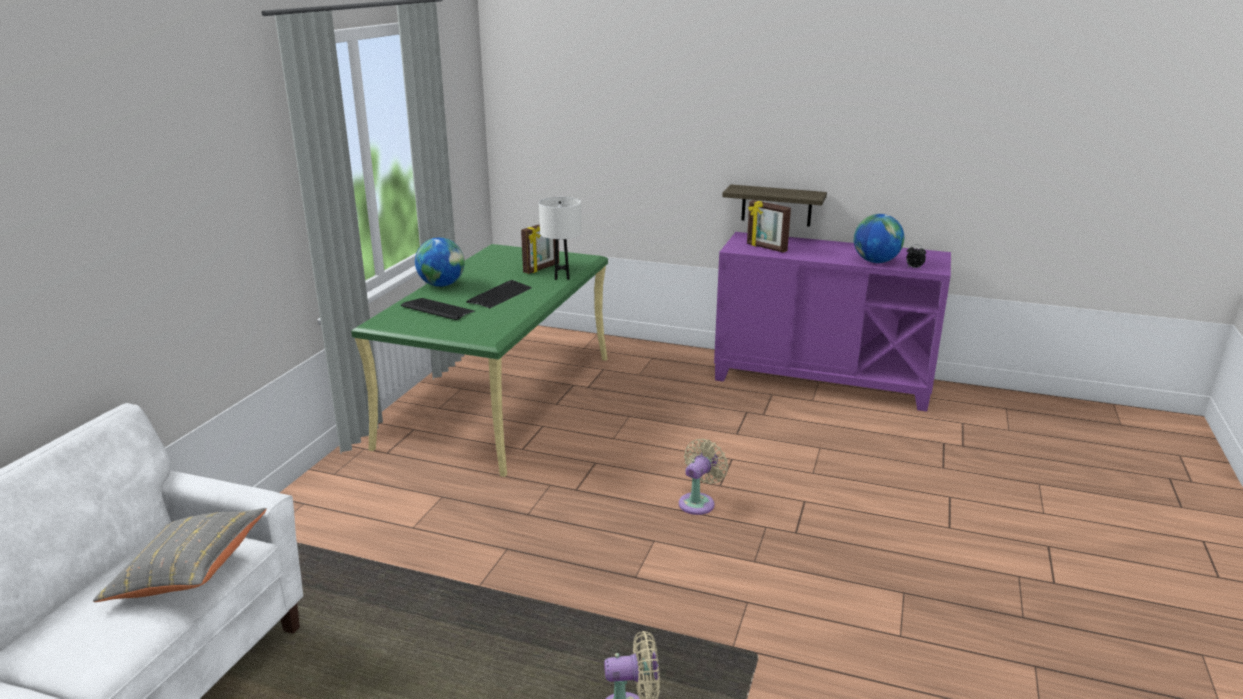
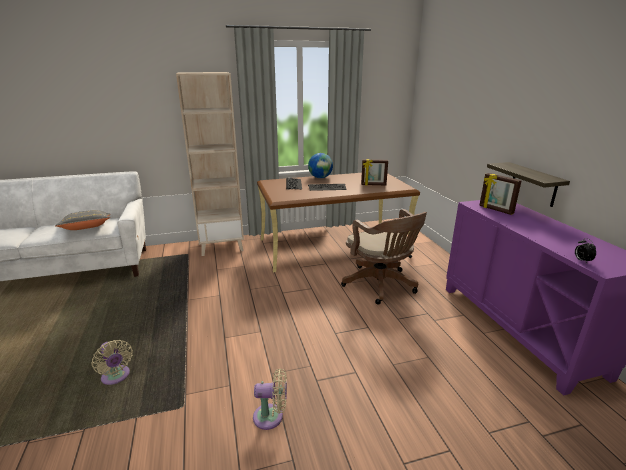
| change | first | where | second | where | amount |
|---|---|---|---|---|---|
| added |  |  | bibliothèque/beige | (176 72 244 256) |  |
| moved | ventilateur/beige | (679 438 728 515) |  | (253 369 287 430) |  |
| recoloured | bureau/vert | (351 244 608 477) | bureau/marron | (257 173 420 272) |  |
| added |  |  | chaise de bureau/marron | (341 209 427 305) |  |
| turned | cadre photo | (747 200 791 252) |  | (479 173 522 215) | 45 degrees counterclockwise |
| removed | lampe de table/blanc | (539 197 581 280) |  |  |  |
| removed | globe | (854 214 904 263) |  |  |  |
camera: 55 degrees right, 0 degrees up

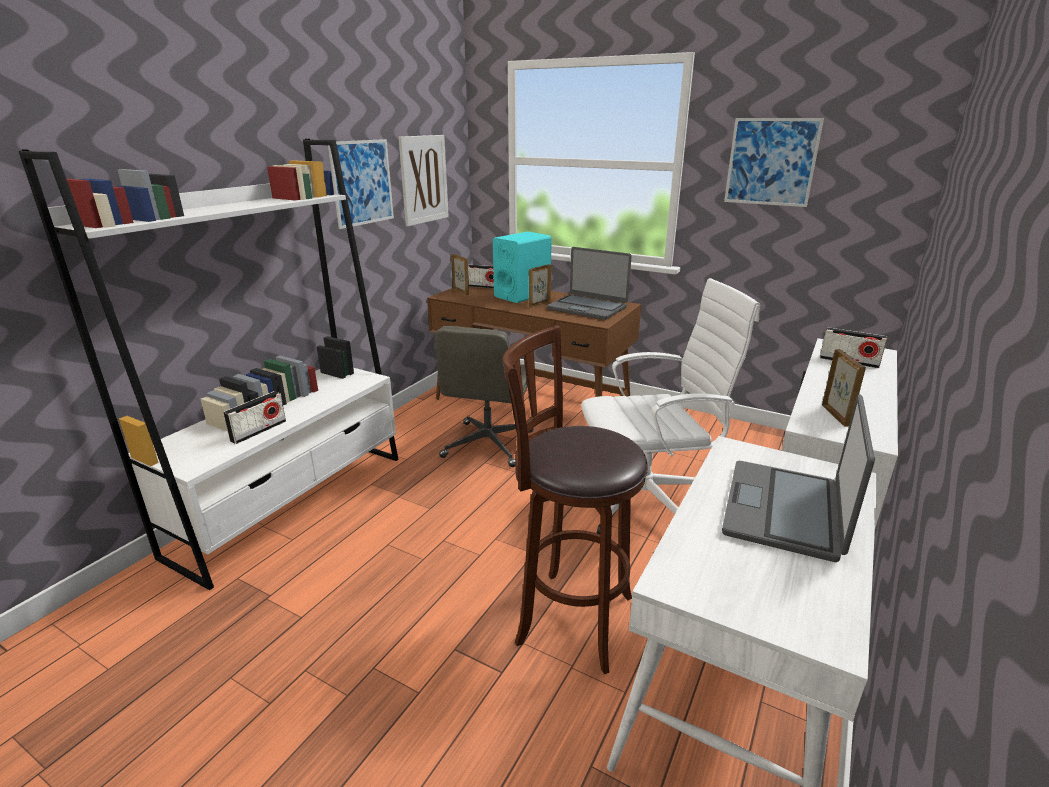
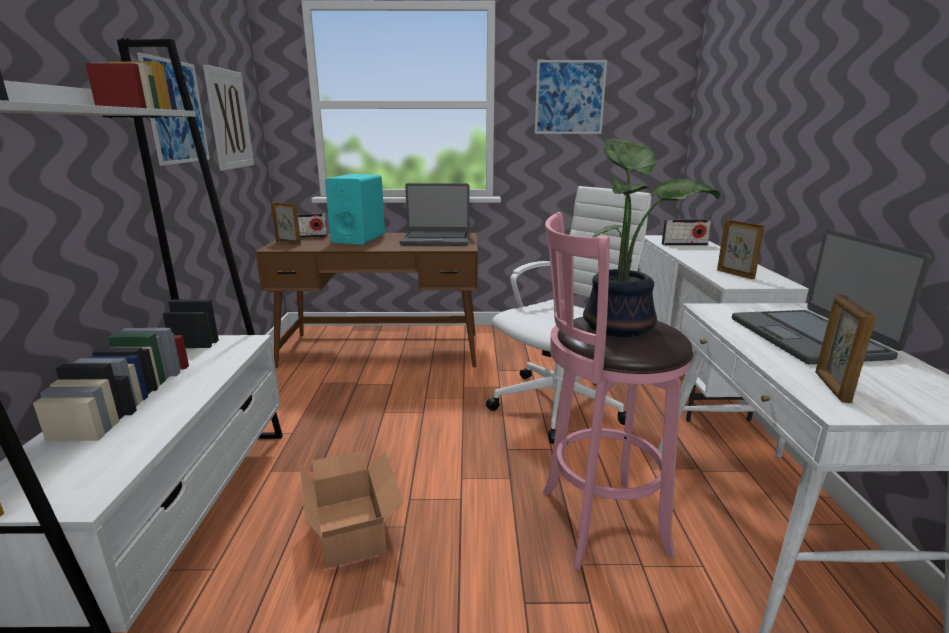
| change | first | where | second | where | amount |
|---|---|---|---|---|---|
| added |  |  | carton | (300 450 404 569) |  |
| recoloured | tabouret/marron | (502 325 648 674) | tabouret/rose | (543 212 693 570) |  |
| added |  |  | plante en pot | (583 138 721 337) |  |
| moved | cadre photo | (529 264 551 308) |  | (815 295 876 403) |  |
| removed | radio | (223 391 286 444) |  |  |  |
| removed | chaise de bureau/gris | (435 326 533 467) |  |  |  |
camera: 30 degrees left, 5 degrees down

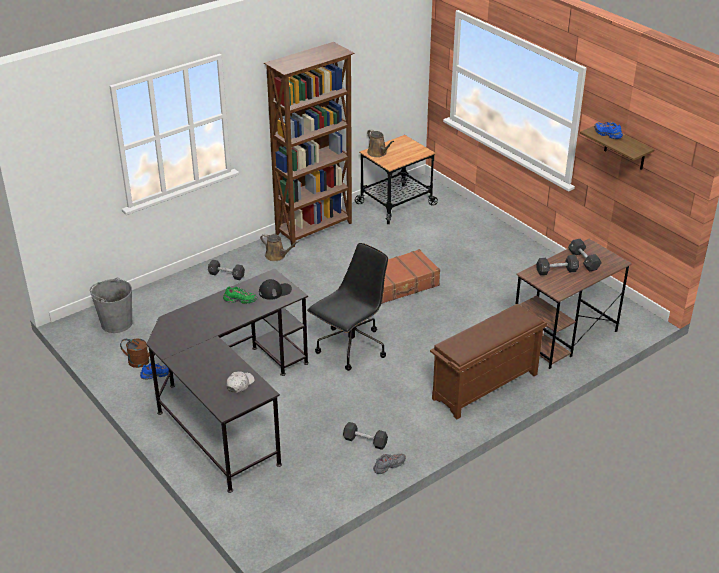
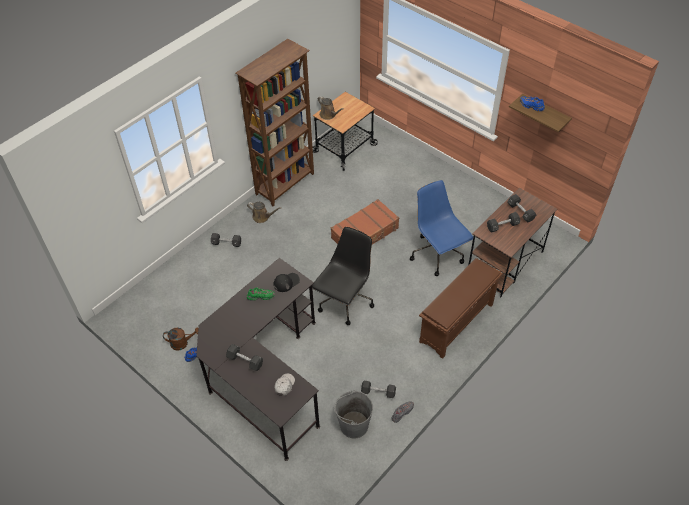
| change | first | where | second | where | amount |
|---|---|---|---|---|---|
| added |  |  | haltère/noir | (226 344 263 371) |  |
| moved | seau/gris | (90 278 133 333) |  | (334 390 373 438) |  |
| added |  |  | chaise de bureau/bleu | (410 180 473 276) |  |
camera: 10 degrees left, 15 degrees up

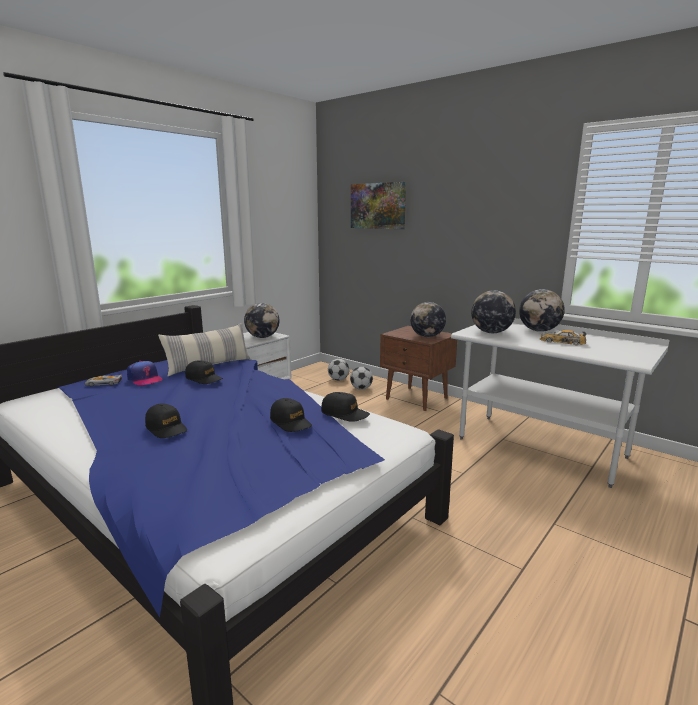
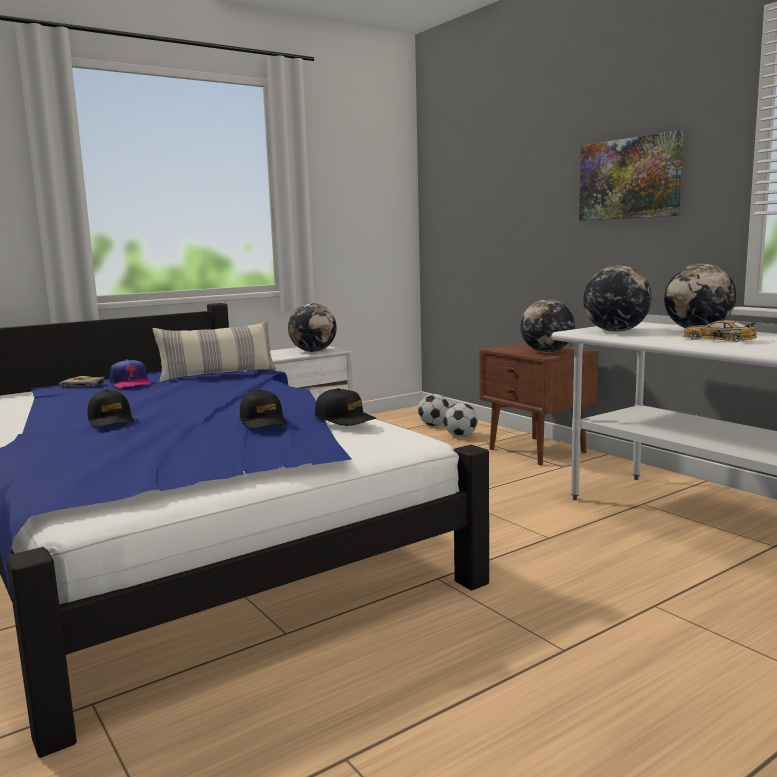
| change | first | where | second | where | amount |
|---|---|---|---|---|---|
| moved | tableau | (351 182 406 229) |  | (579 130 684 221) |  |
| removed | casquette/noir | (185 360 223 384) |  |  |  |
camera: 15 degrees right, 5 degrees down

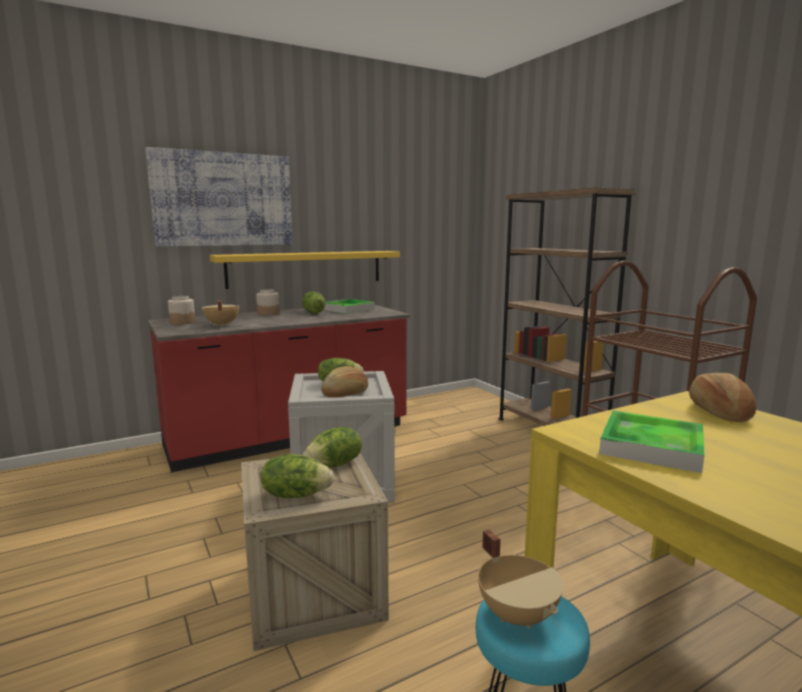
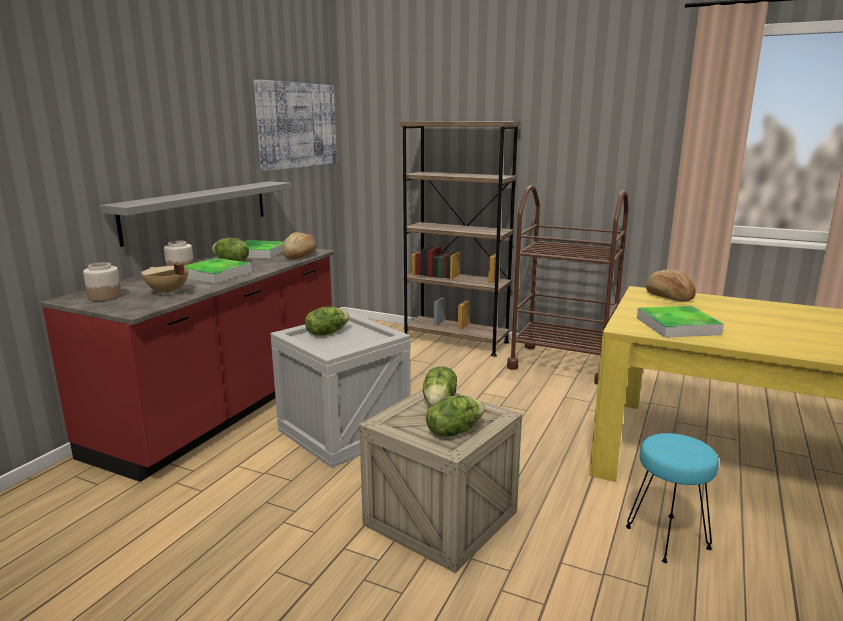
| change | first | where | second | where | amount |
|---|---|---|---|---|---|
| recoloured | étagère/jaune | (210 251 400 289) | étagère/gris | (99 181 291 247) |  |
| added |  |  | plateau | (184 258 252 283) |  |
| moved | tableau | (145 147 292 247) |  | (254 80 337 171) |  |
| moved | pain | (321 366 368 397) |  | (282 232 316 259) |  |
| removed | marmite/beige | (478 529 563 629) |  |  |  |
camera: 35 degrees left, 5 degrees up

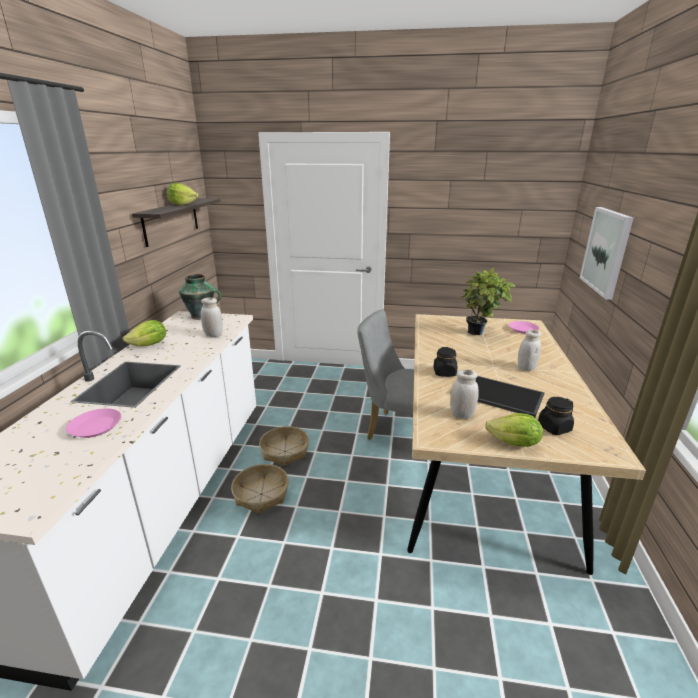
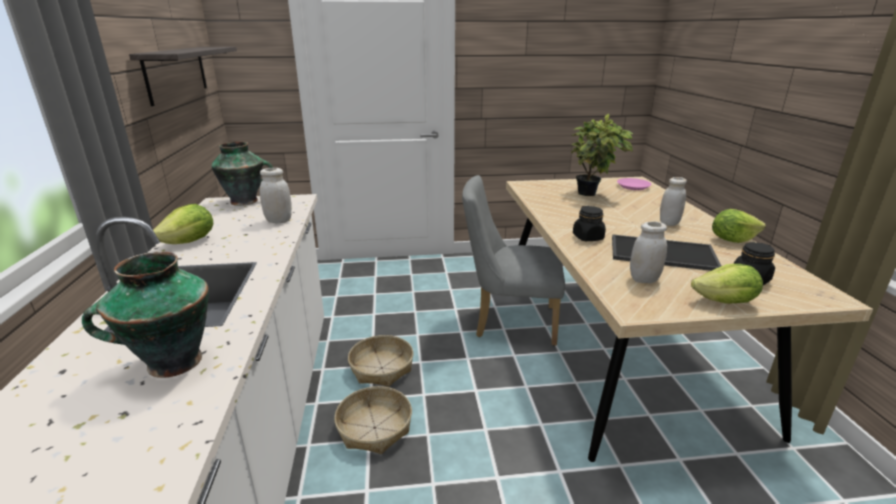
| change | first | where | second | where | amount |
|---|---|---|---|---|---|
| replaced | assiette/rose | (66 408 121 438) | vase | (82 252 209 378) |  |
| moved | laitue | (167 183 198 205) |  | (712 209 766 243) |  |
| removed | tableau | (580 207 633 300) |  |  |  |
camera: 15 degrees left, 0 degrees up

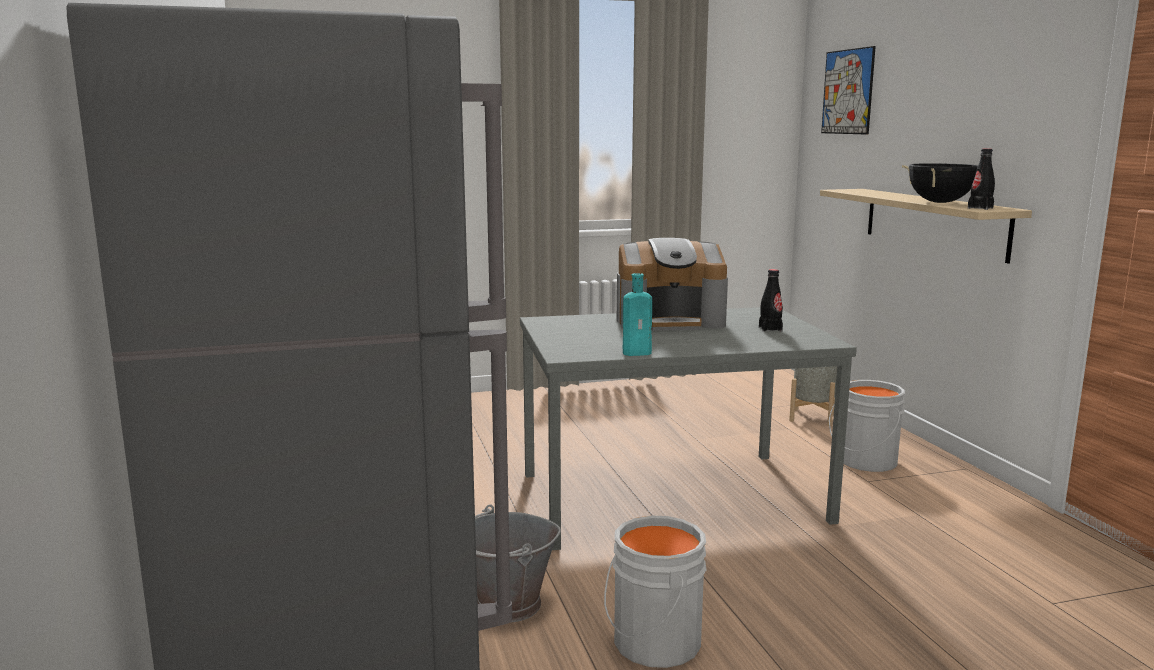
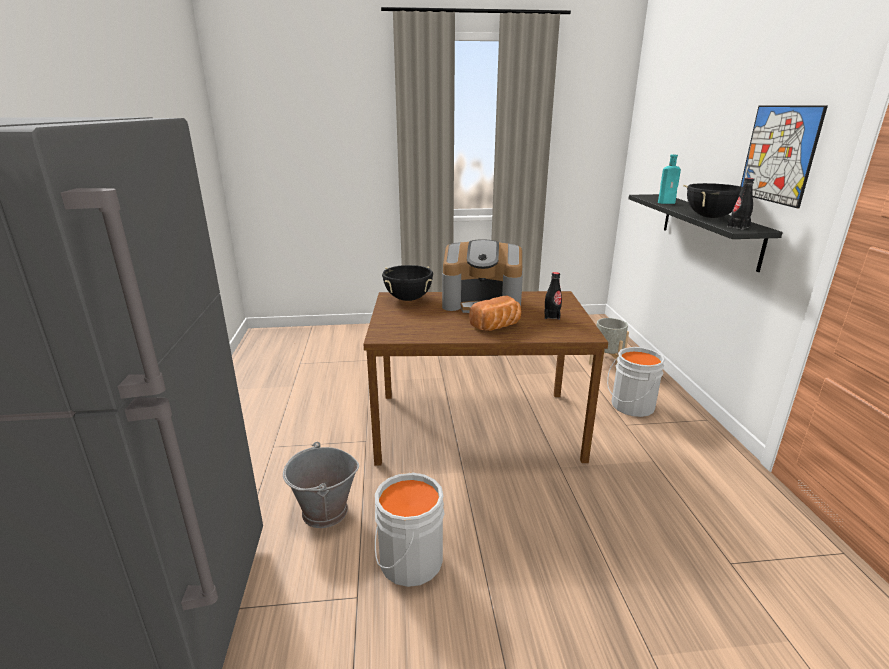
| change | first | where | second | where | amount |
|---|---|---|---|---|---|
| recoloured | table à manger/gris | (520 307 857 550) | table à manger/marron | (363 291 608 466) |  |
| added |  |  | marmite/noir | (382 265 433 301) |  |
| added |  |  | pain | (469 296 521 331) |  |
| recoloured | étagère/beige | (820 189 1032 264) | étagère/noir | (628 194 783 272) |  |
| moved | bouteille/turquoise | (623 273 652 356) |  | (658 155 681 204) |  |
| moved | tableau | (821 46 876 135) |  | (741 105 828 208) |  |
camera: 10 degrees right, 10 degrees up

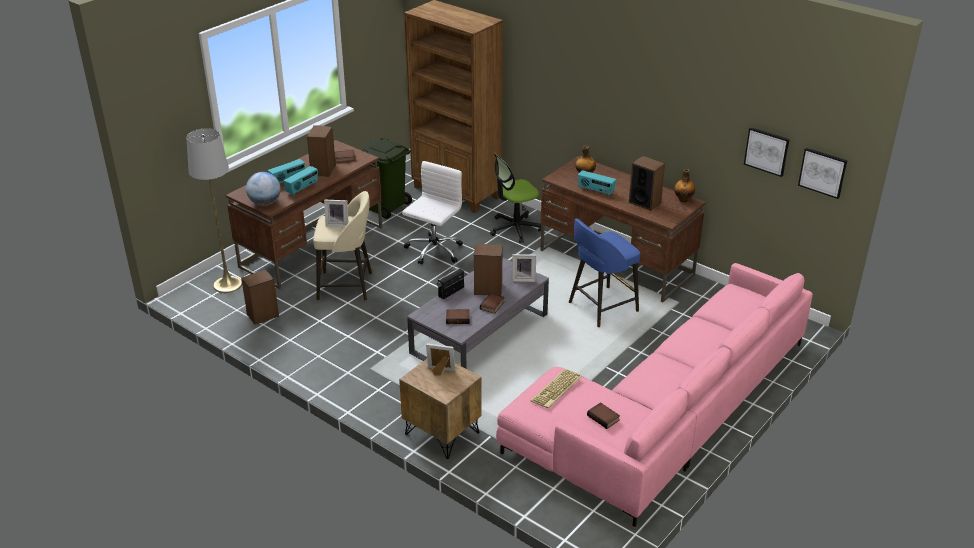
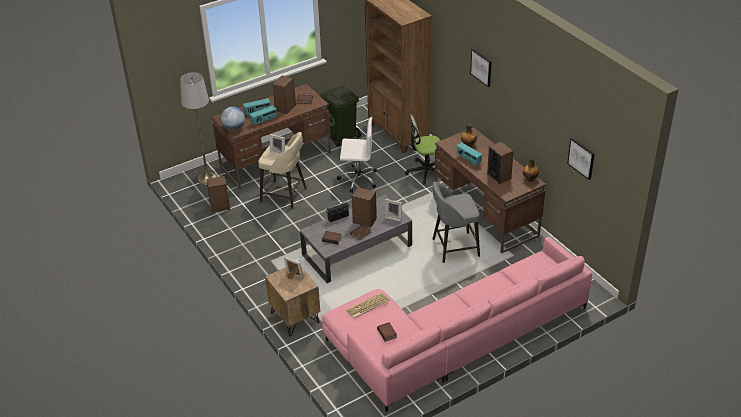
| change | first | where | second | where | amount |
|---|---|---|---|---|---|
| turned | chaise de bureau/blanc | (402 161 463 265) |  | (337 117 377 193) | 45 degrees clockwise |
| recoloured | tabouret/bleu | (569 219 640 327) | tabouret/gris | (433 182 480 263) |  |
| moved | tableau | (798 148 847 199) |  | (470 49 492 87) |  |
camera: 20 degrees right, 5 degrees up

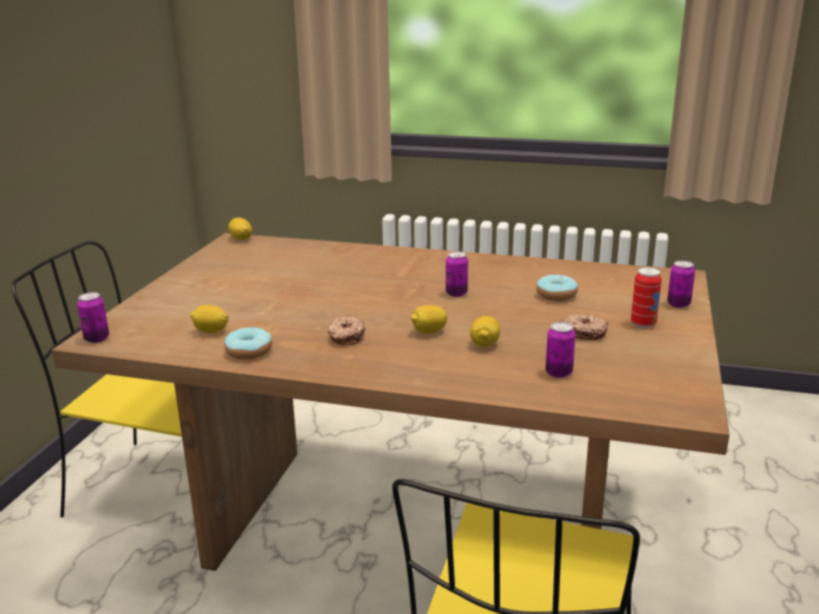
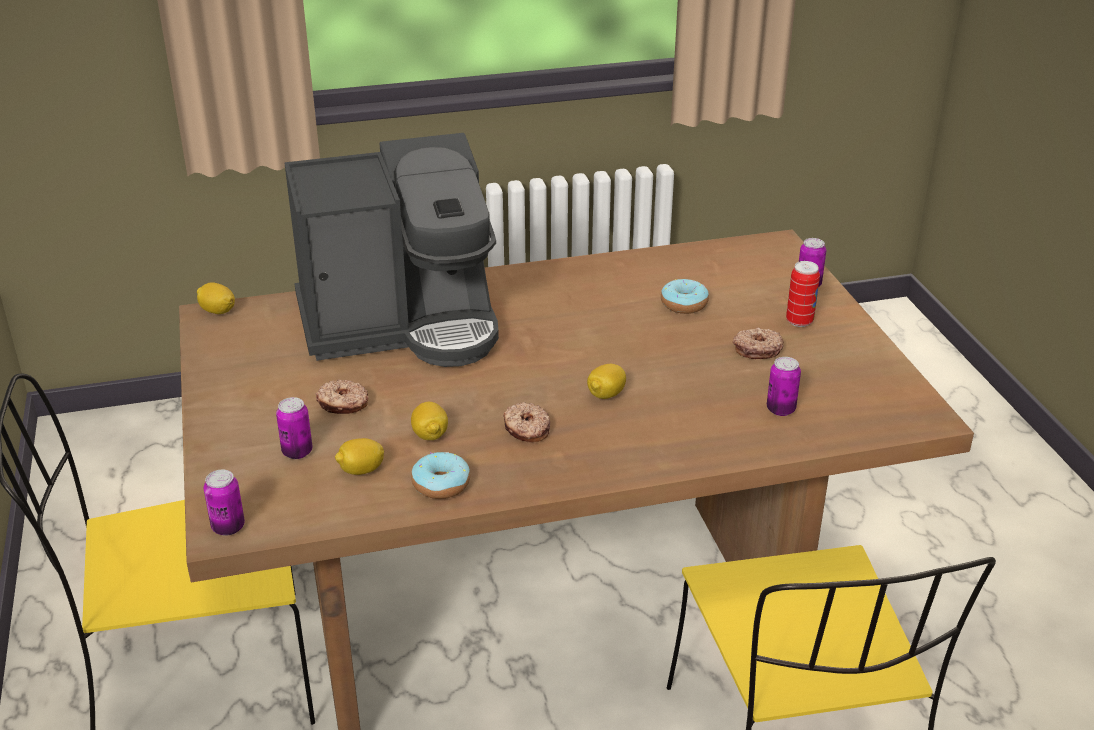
| change | first | where | second | where | amount |
|---|---|---|---|---|---|
| moved | boîte métallique | (446 251 468 297) |  | (276 397 313 459) |  |
| added |  |  | machine à café | (284 133 499 367) |  |
| added |  |  | beignet | (315 379 368 414) |  |
| moved | citron | (470 316 501 347) |  | (411 402 448 440) |  |
camera: 30 degrees left, 10 degrees up

